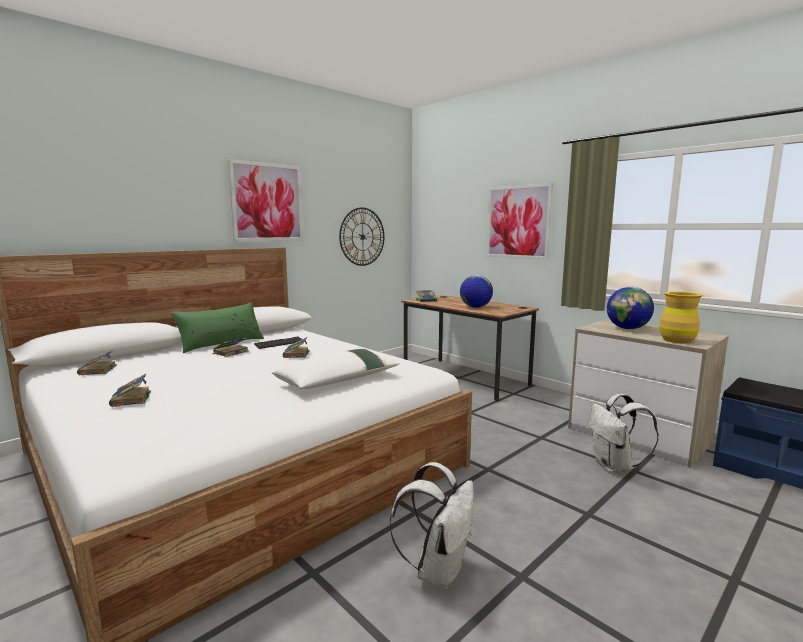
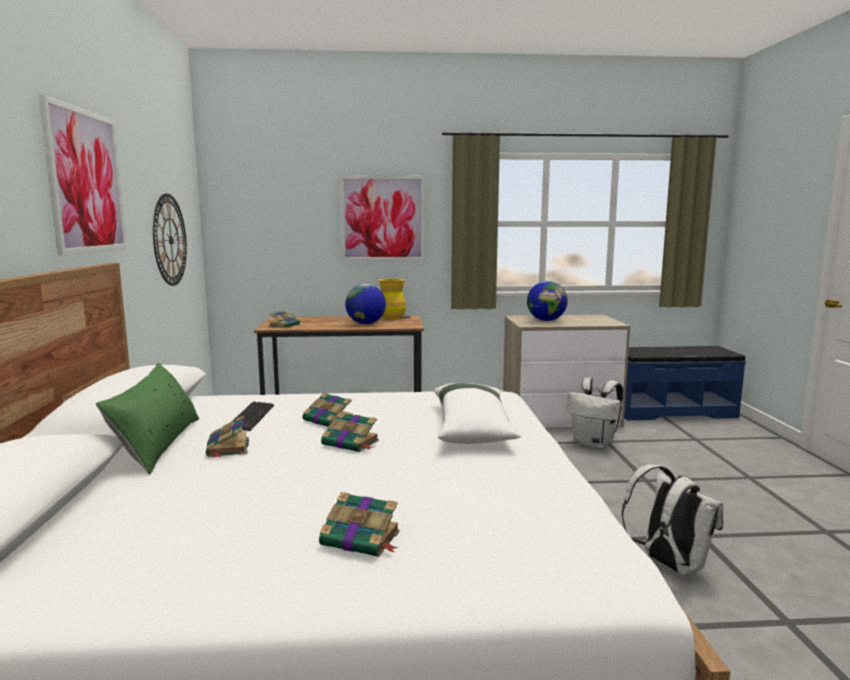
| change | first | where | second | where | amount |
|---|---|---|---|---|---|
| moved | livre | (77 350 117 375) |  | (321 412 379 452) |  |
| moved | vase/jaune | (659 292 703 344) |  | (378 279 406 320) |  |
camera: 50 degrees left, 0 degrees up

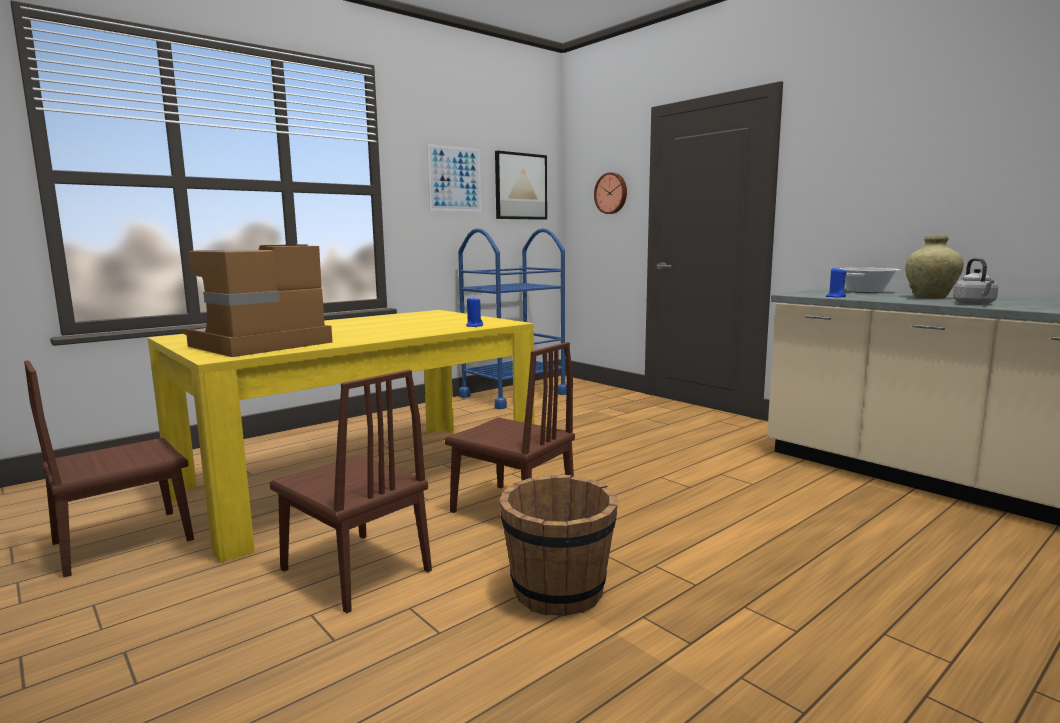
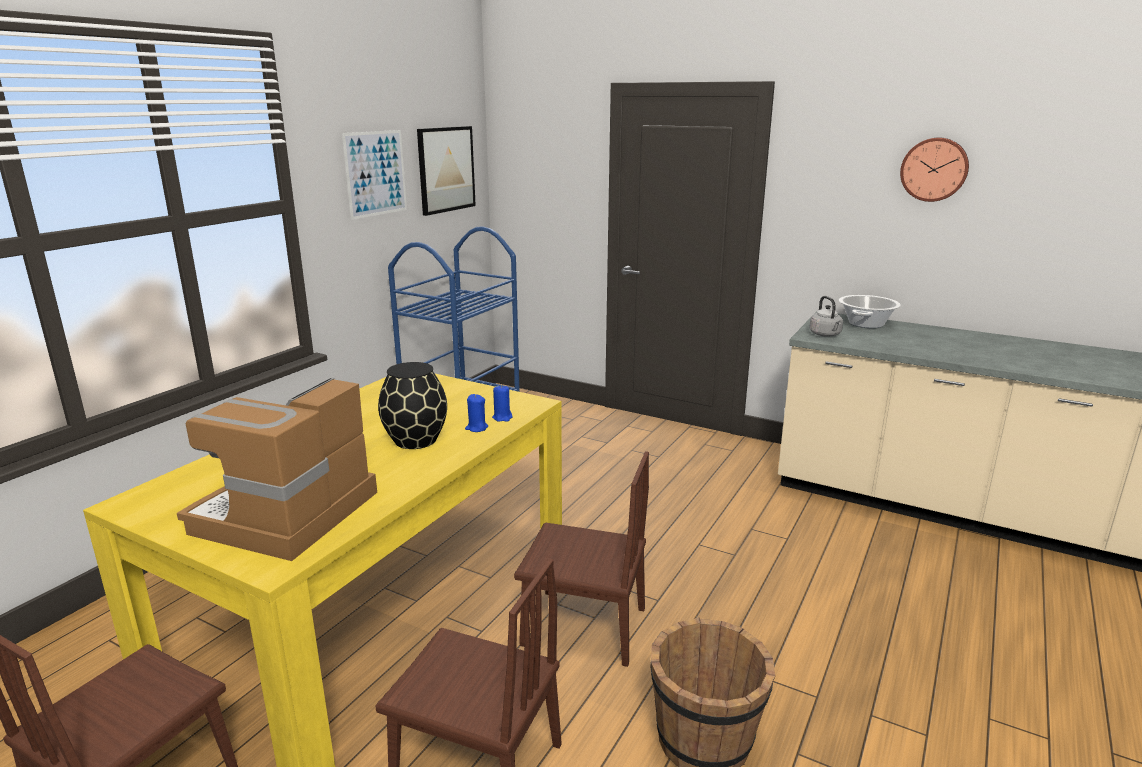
| change | first | where | second | where | amount |
|---|---|---|---|---|---|
| added |  |  | vase/noir | (378 362 447 449) |  |
| moved | bougie/bleu | (826 267 847 297) |  | (465 394 488 432) |  |
| moved | bouilloire/gris | (953 258 998 305) |  | (809 296 843 337) |  |
| moved | horloge murale | (594 172 627 214) |  | (900 137 969 202) |  |
| removed | vase/beige | (905 235 964 299) |  |  |  |
camera: 20 degrees left, 10 degrees up

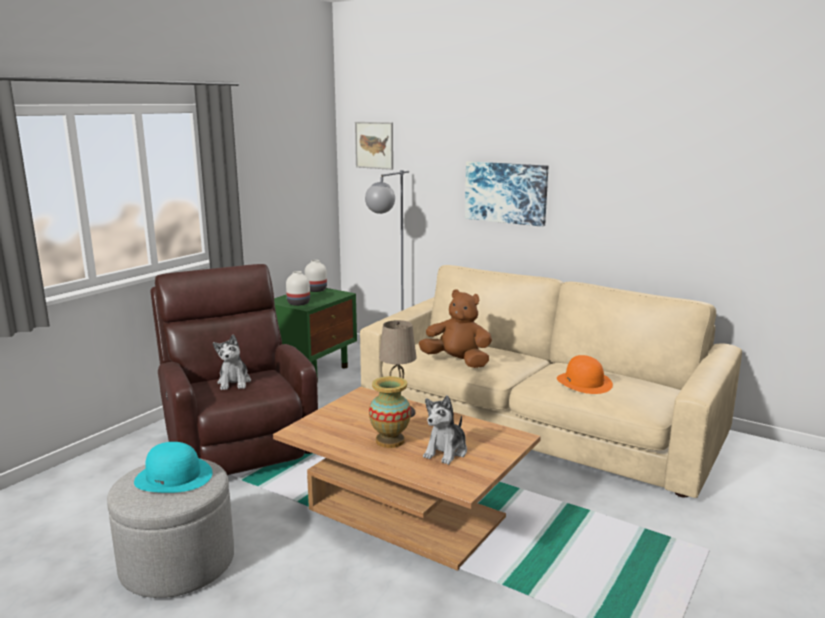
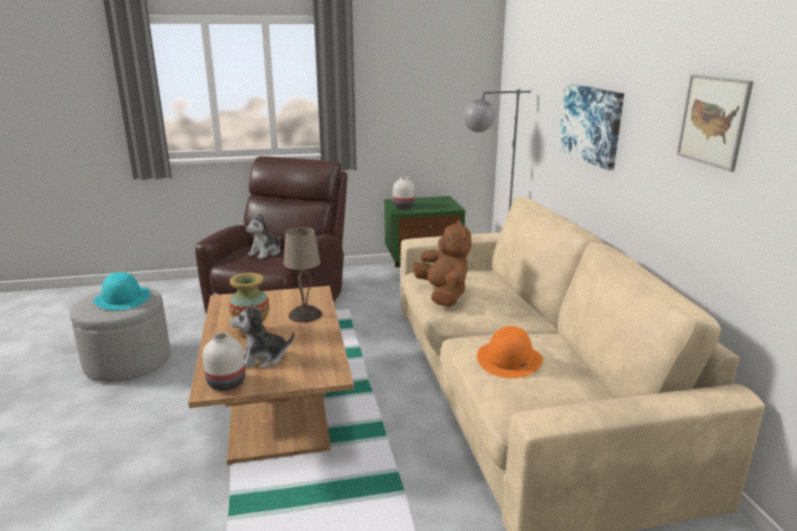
| change | first | where | second | where | amount |
|---|---|---|---|---|---|
| moved | vase/blanc | (305 260 327 292) |  | (203 333 245 391) |  |
| moved | tableau | (355 122 393 170) |  | (677 75 754 172) |  |
camera: 45 degrees right, 5 degrees up

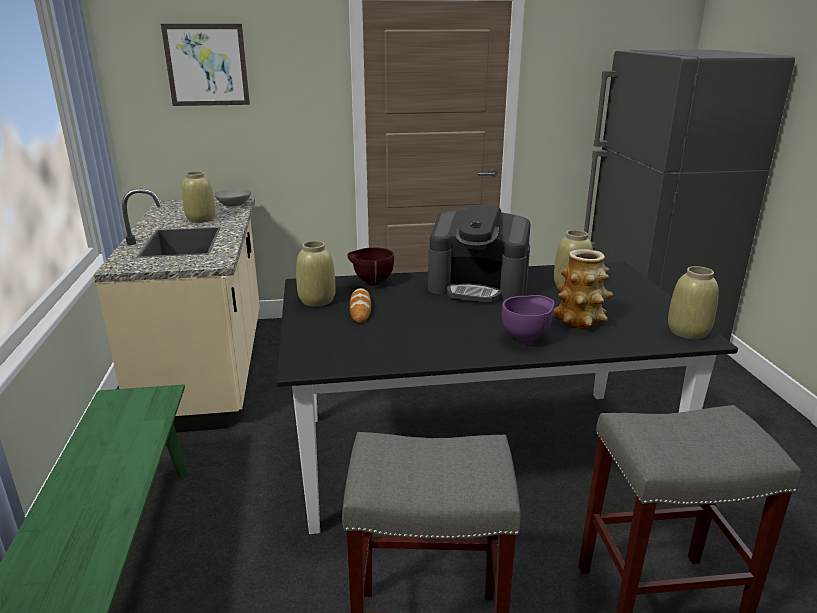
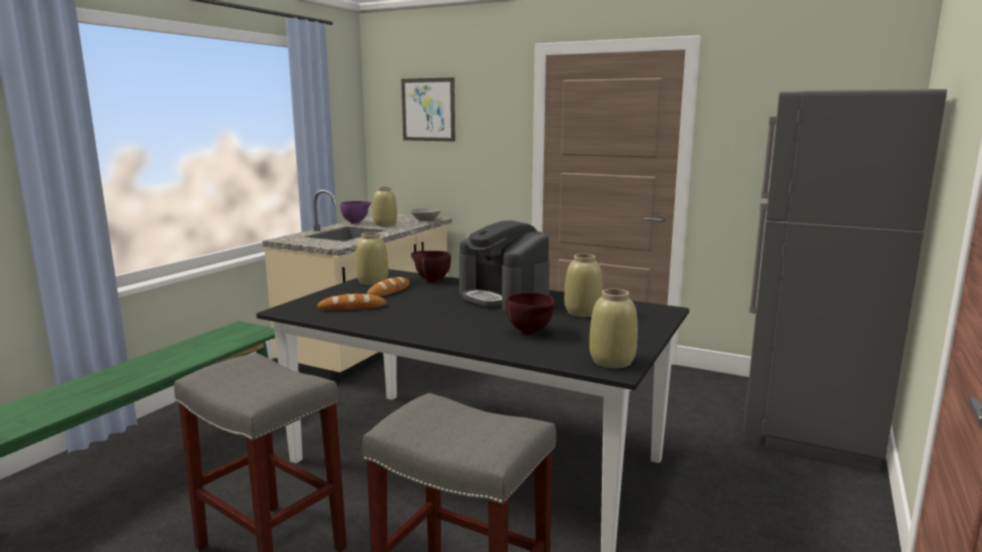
| change | first | where | second | where | amount |
|---|---|---|---|---|---|
| added |  |  | pain | (317 294 386 310) |  |
| moved | bol/violet | (502 295 554 343) |  | (340 201 371 224) |  |
| replaced | vase | (553 249 613 329) | bol/marron | (506 292 555 335) |  |
camera: 35 degrees right, 10 degrees down

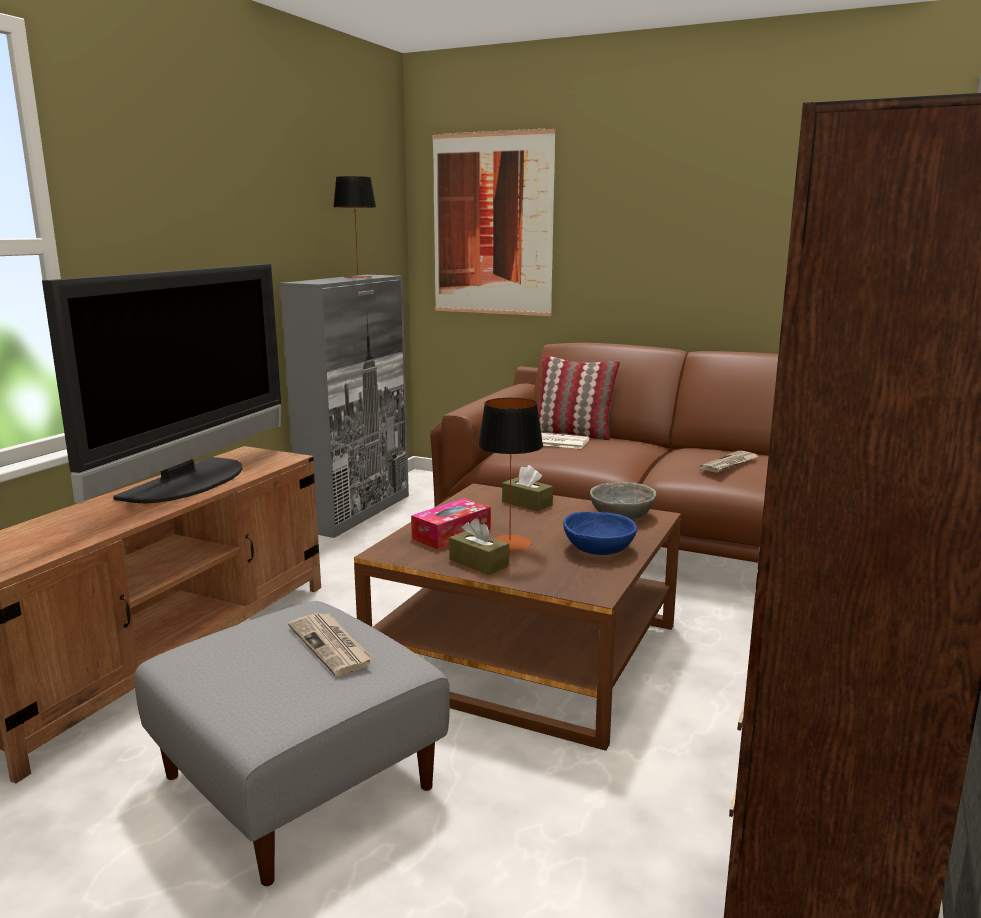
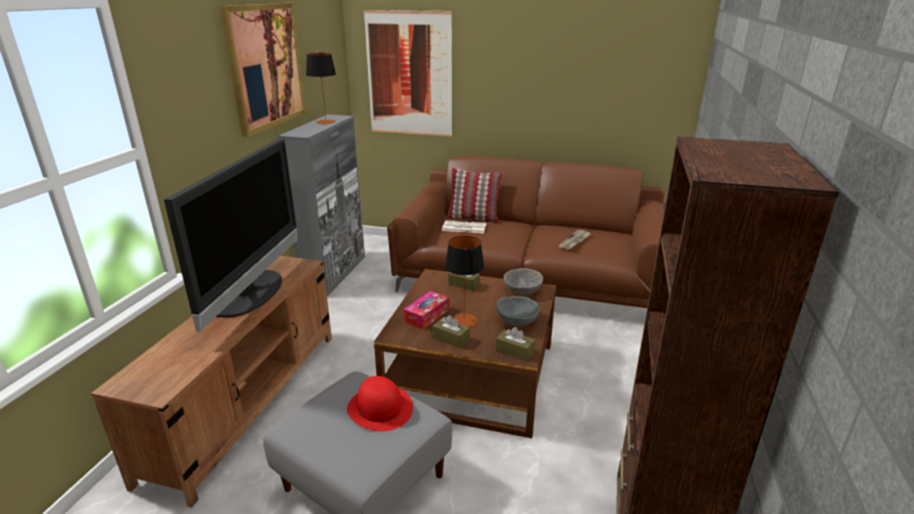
| change | first | where | second | where | amount |
|---|---|---|---|---|---|
| added |  |  | tableau | (220 3 306 137) |  |
| replaced | journal | (288 613 374 676) | chapeau/rouge | (347 376 413 431) |  |
| recoloured | bol/bleu | (563 512 637 555) | bol/gris | (496 296 540 326) |  |
| added |  |  | boîte à mouchoirs/marron | (496 327 535 361) |  |
camera: 10 degrees left, 10 degrees up

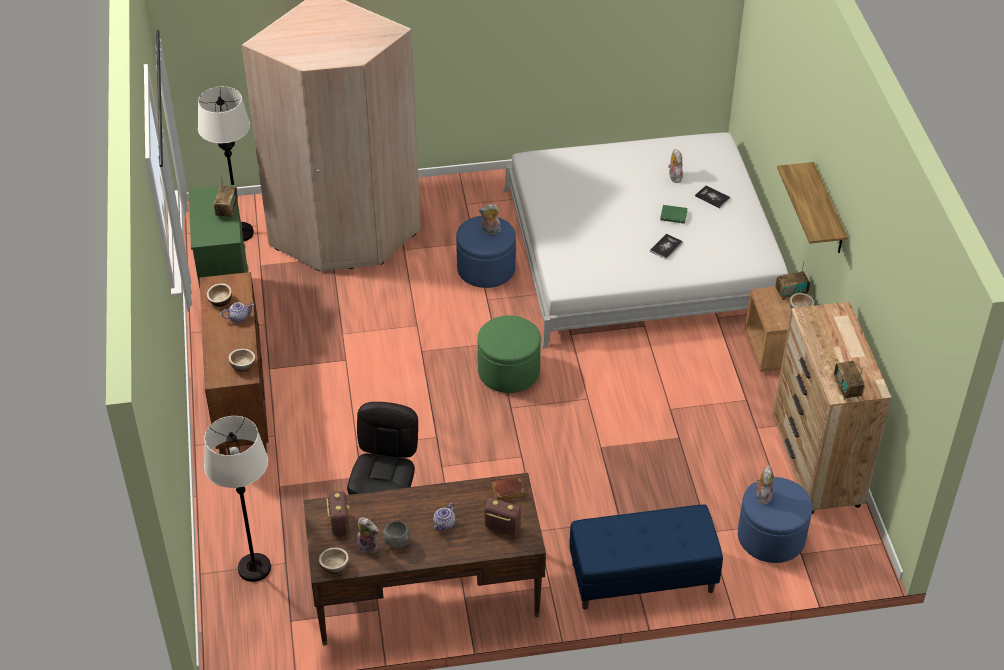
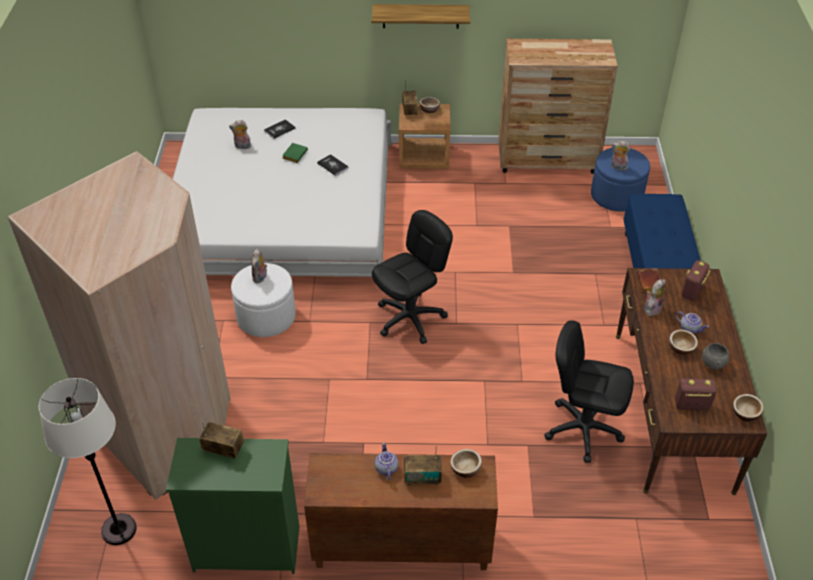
| change | first | where | second | where | amount |
|---|---|---|---|---|---|
| recoloured | pouf/bleu | (456 216 516 288) | pouf/blanc | (231 263 296 337) |  |
| replaced | pouf/vert | (478 315 541 393) | chaise de bureau/noir | (372 210 453 344) |  |
| moved | radio | (834 361 865 400) |  | (404 445 442 485) |  |
| moved | peluche | (357 517 379 555) |  | (645 279 666 316) |  |
| moved | bol | (207 283 232 307) |  | (669 330 698 355) |  |
| removed | lampadaire/blanc | (204 416 271 582) |  |  |  |
camera: 80 degrees left, 0 degrees up

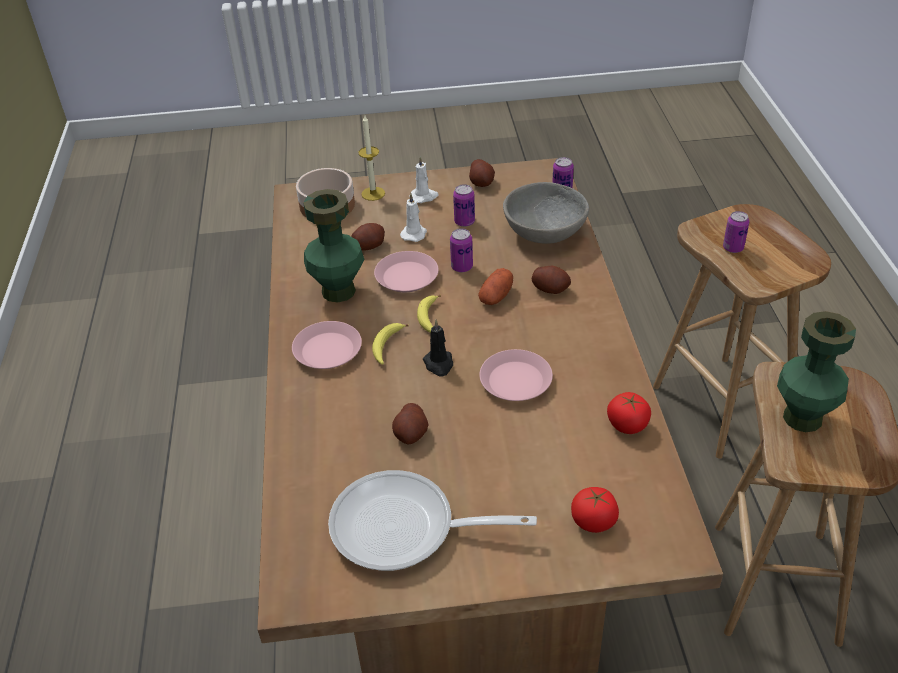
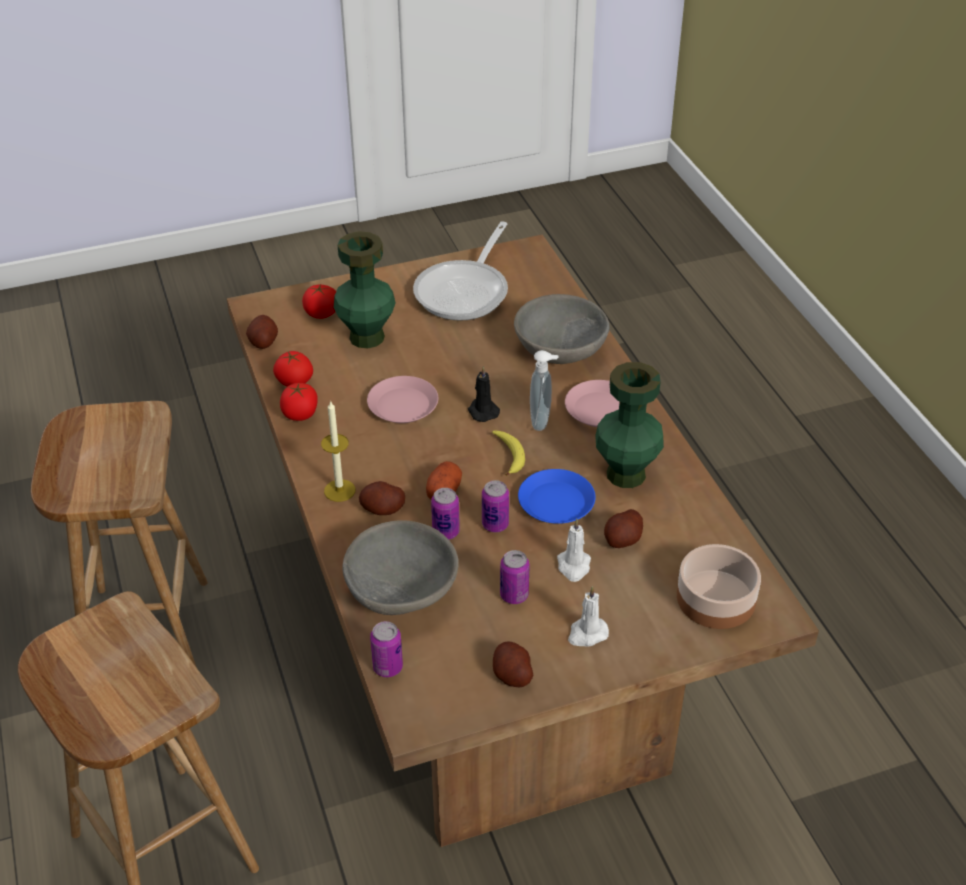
| change | first | where | second | where | amount |
|---|---|---|---|---|---|
| moved | pomme de terre | (392 403 429 444) |  | (246 315 278 349) |  |
| added |  |  | tomate | (280 383 318 421) |  |
| moved | bougie | (358 115 385 201) |  | (321 400 355 502) |  |
| moved | vase/vert | (777 311 856 432) |  | (334 231 396 348) |  |
| turned | poêle | (328 470 537 571) |  | (413 221 508 321) | 120 degrees clockwise |
| moved | boîte métallique | (723 211 749 253) |  | (431 488 460 540) |  |
| added |  |  | bol/gris | (514 294 609 364) |  |
| recoloured | assiette/rose | (374 251 439 292) | assiette/bleu | (518 469 596 524) |  |
| replaced | banane | (372 323 409 365) | distributeur de savon | (530 350 559 431) |  |
camera: 165 degrees right, 0 degrees up

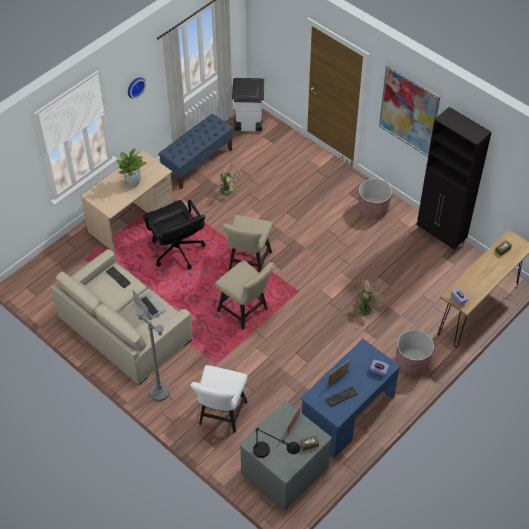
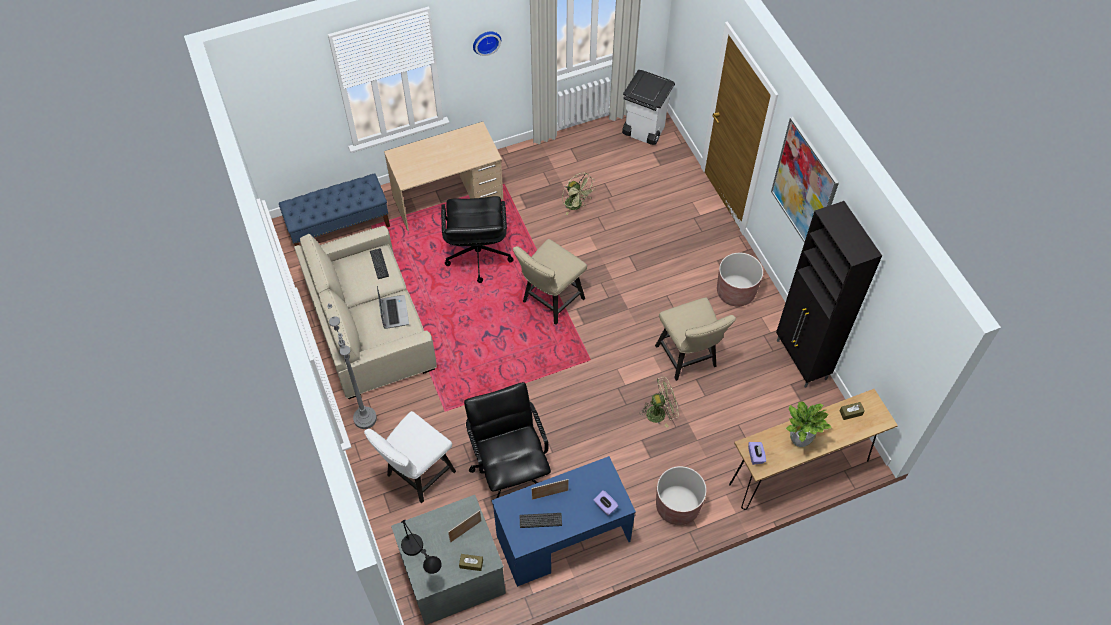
| change | first | where | second | where | amount |
|---|---|---|---|---|---|
| moved | banc/bleu | (158 114 233 189) |  | (279 173 390 246) |  |
| added |  |  | chaise de bureau/noir | (464 382 551 498) |  |
| moved | chaise/beige | (215 260 274 330) |  | (655 297 736 381) |  |
| moved | plante en pot | (117 149 147 187) |  | (786 402 831 447) |  |
camera: 25 degrees right, 5 degrees up

